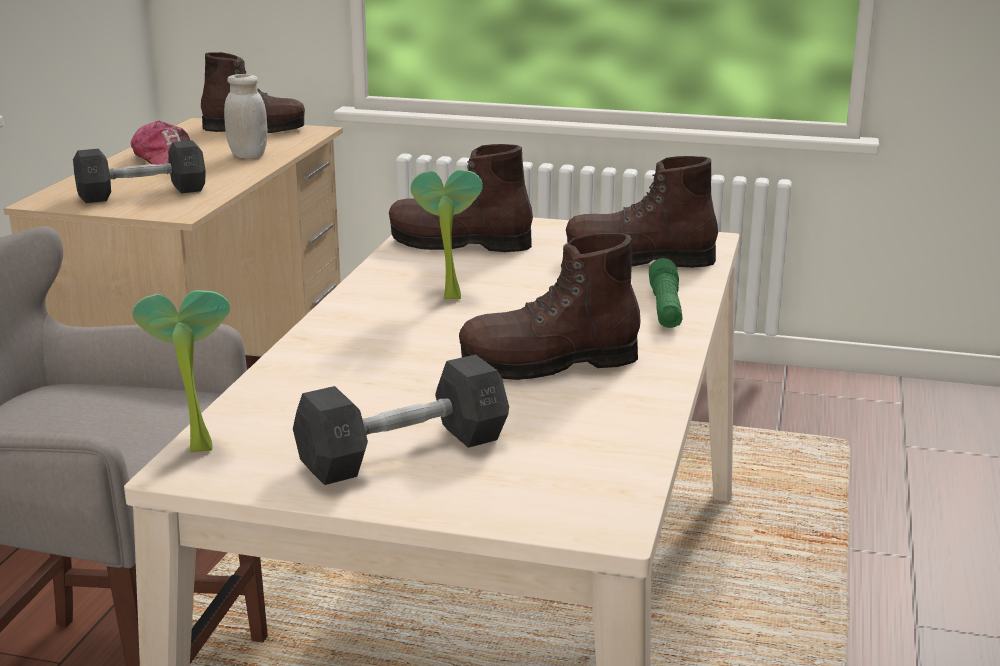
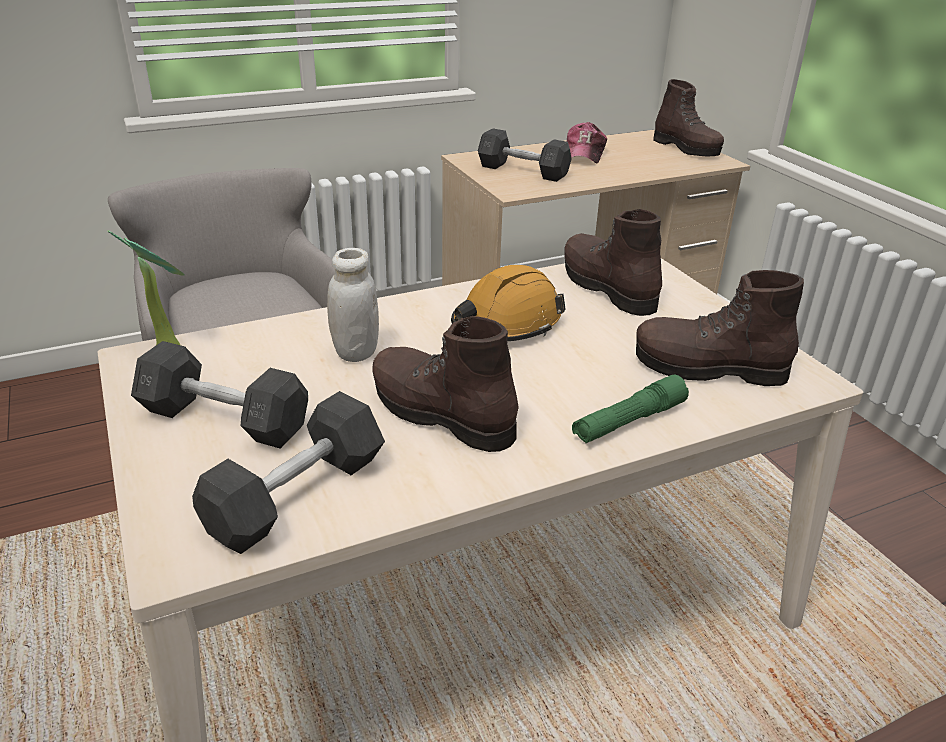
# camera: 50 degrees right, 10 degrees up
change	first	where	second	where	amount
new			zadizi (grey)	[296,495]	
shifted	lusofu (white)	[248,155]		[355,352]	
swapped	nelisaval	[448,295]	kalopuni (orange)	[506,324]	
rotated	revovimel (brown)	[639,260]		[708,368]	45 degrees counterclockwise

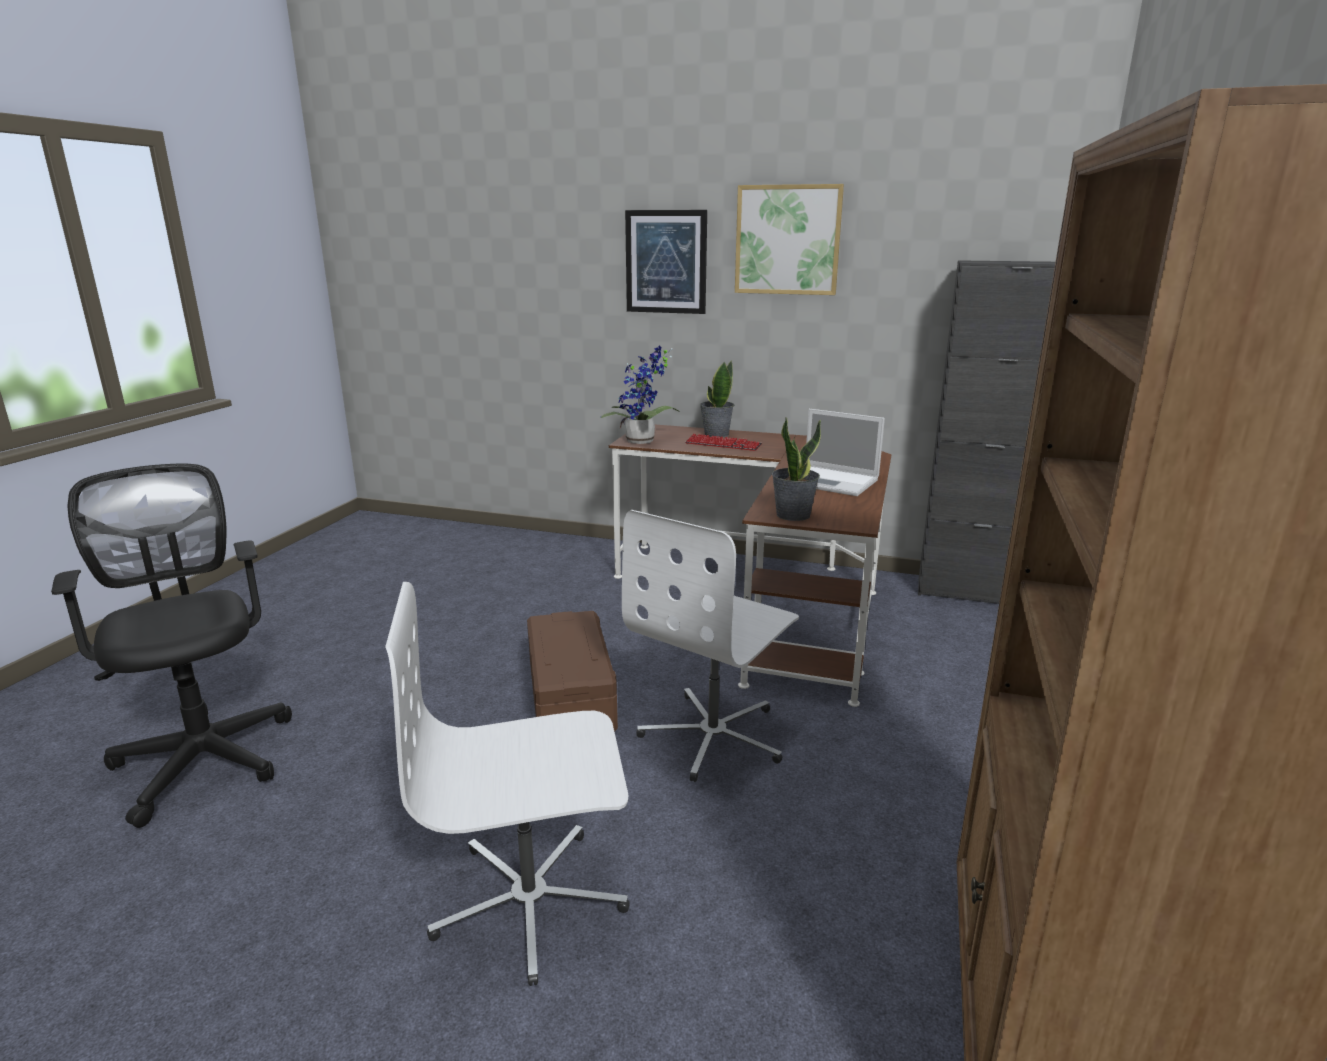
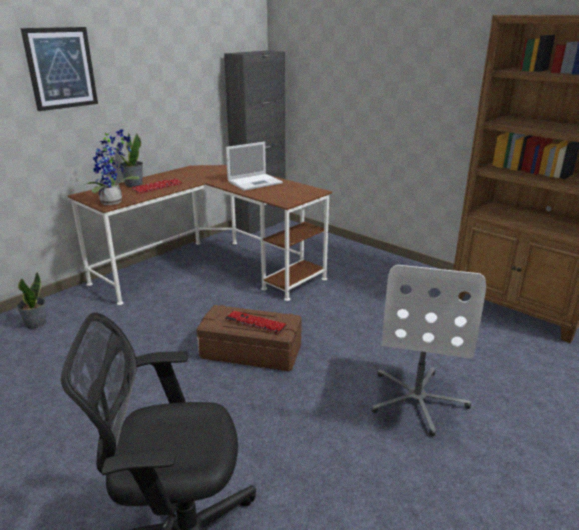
# camera: 65 degrees left, 5 degrees up
change	first	where	second	where	amount
gone	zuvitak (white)	[714,736]			
gone	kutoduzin	[787,240]			
new			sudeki	[255,323]	
shifted	nelisaval	[792,515]		[35,323]	

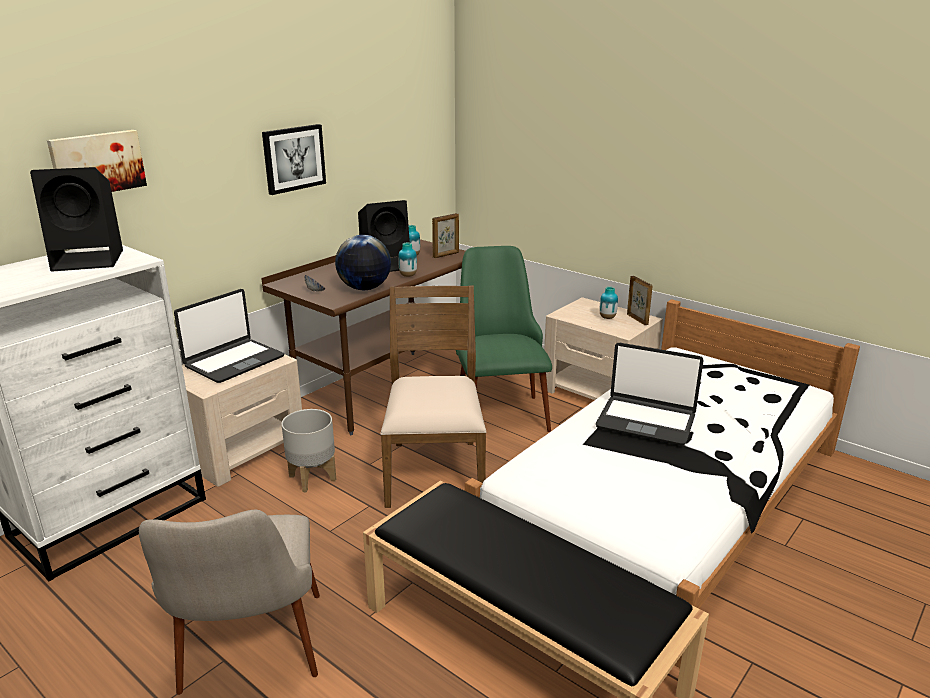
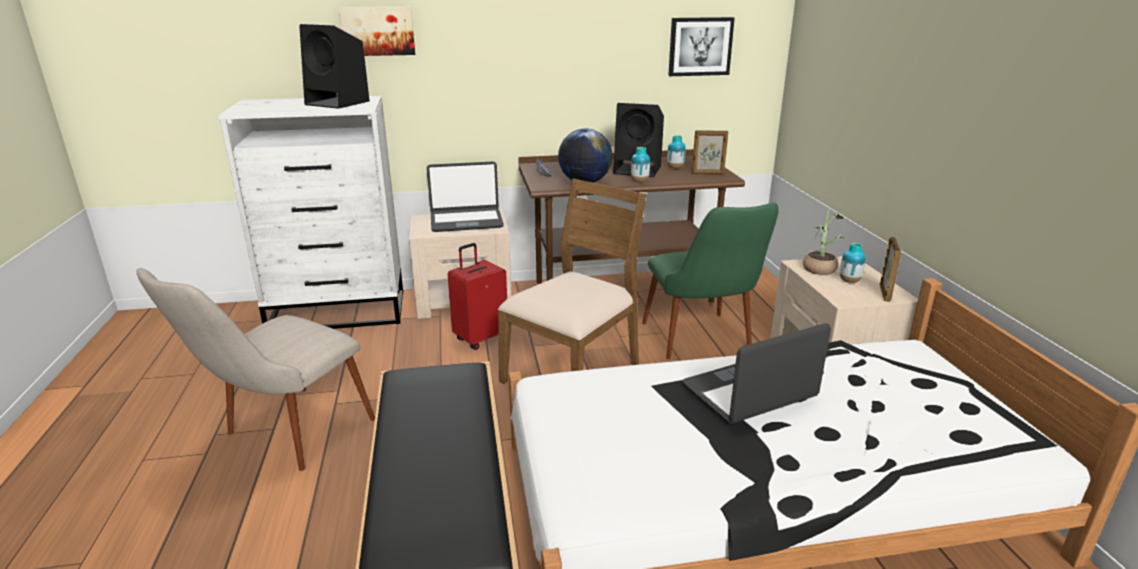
# camera: 40 degrees right, 0 degrees up
change	first	where	second	where	amount
new			nelisaval	[820,268]	
shifted	kutoduzin	[293,158]		[700,46]	
swapped	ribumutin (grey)	[312,478]	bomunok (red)	[480,338]	
rotated	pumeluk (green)	[498,407]		[702,344]	135 degrees clockwise
rotated	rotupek	[646,421]		[749,393]	90 degrees clockwise

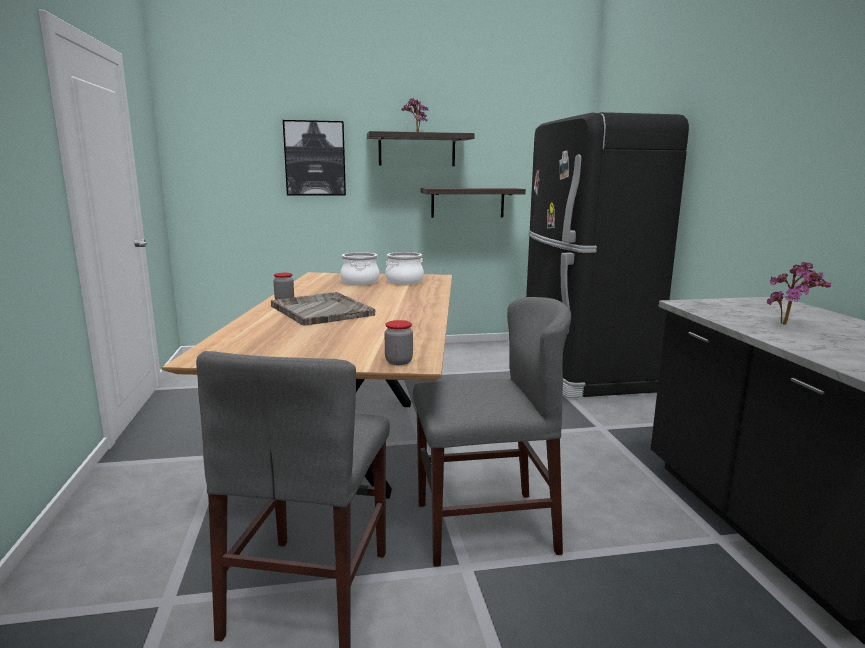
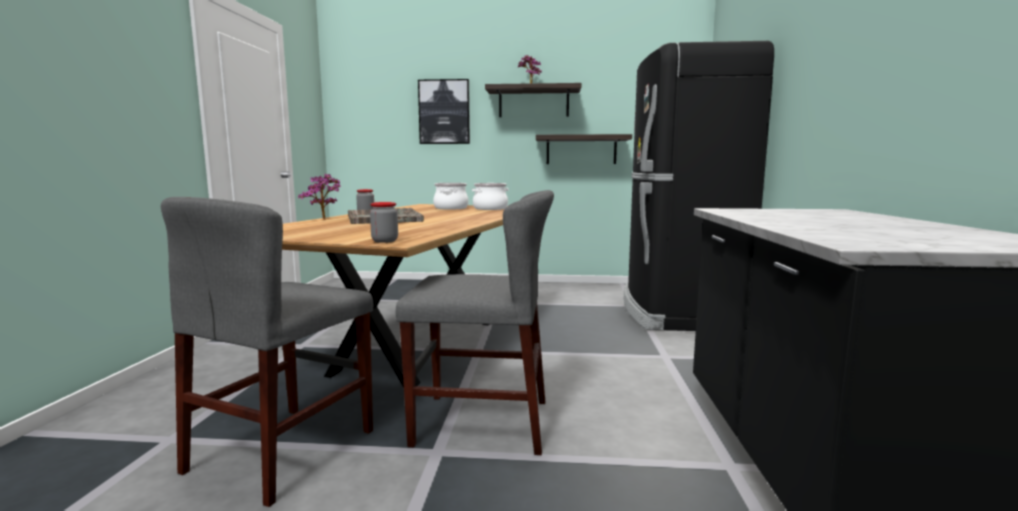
# camera: 15 degrees right, 5 degrees down
change	first	where	second	where	amount
shifted	nelisaval	[789,325]		[325,220]	

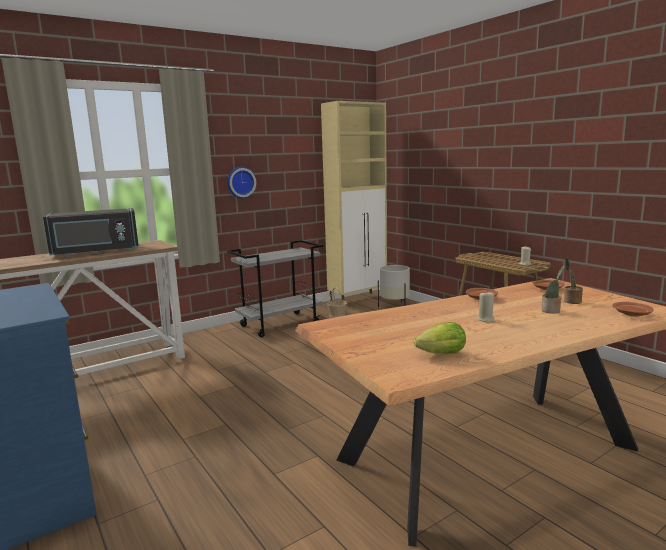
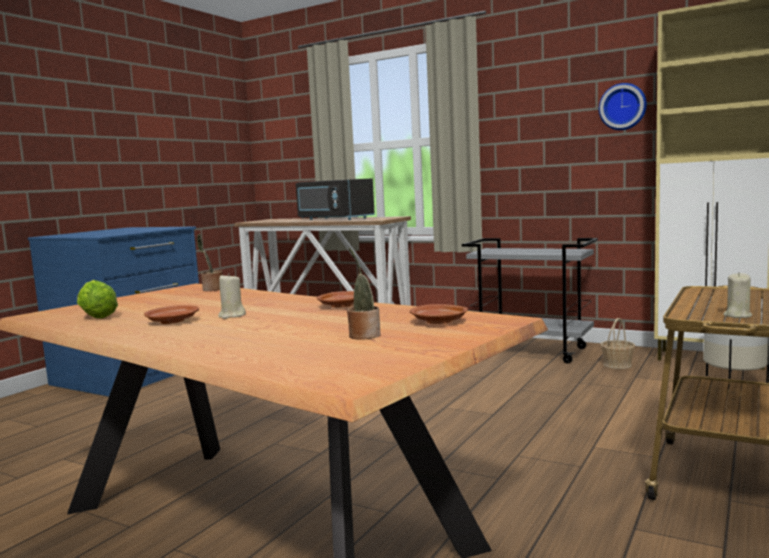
# camera: 65 degrees right, 5 degrees down
change	first	where	second	where	amount
shifted	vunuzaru	[240,182]		[623,107]	
shifted	nelisaval	[551,311]		[211,289]	
shifted	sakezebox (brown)	[631,314]		[172,321]	

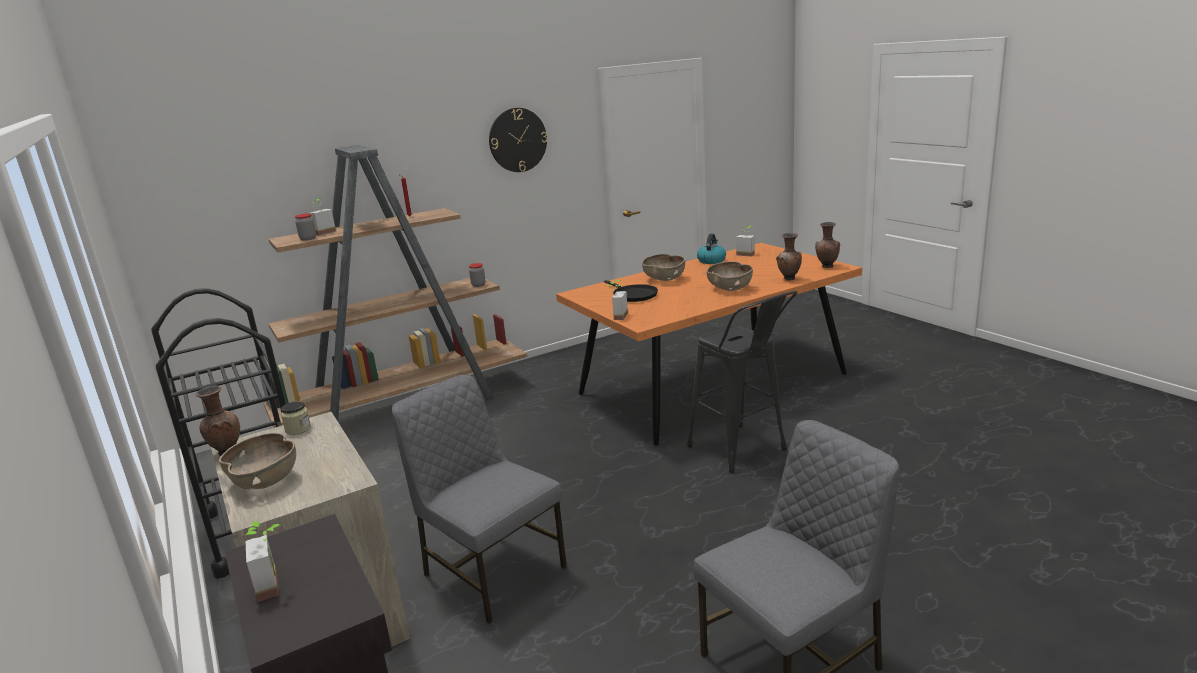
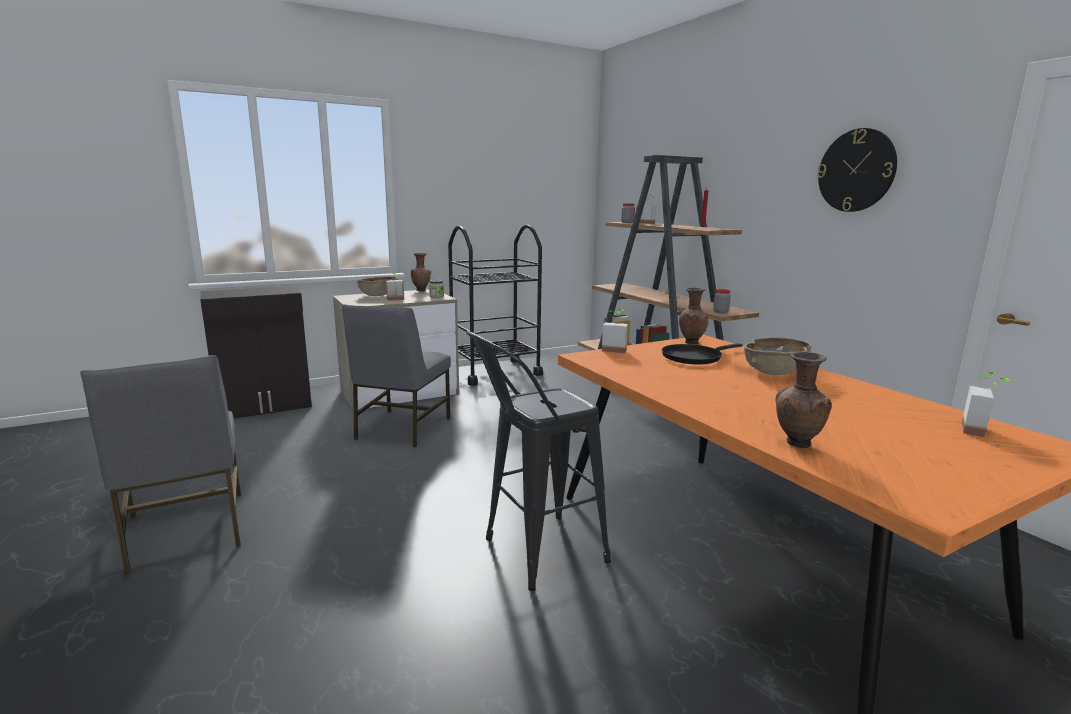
# camera: 90 degrees right, 5 degrees down
change	first	where	second	where	amount
gone	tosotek	[711,260]			
gone	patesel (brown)	[730,288]			
shifted	nelisaval	[276,584]		[396,300]	
shifted	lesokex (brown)	[826,267]		[691,342]	
rotated	pumeluk (grey)	[491,571]		[401,428]	150 degrees clockwise

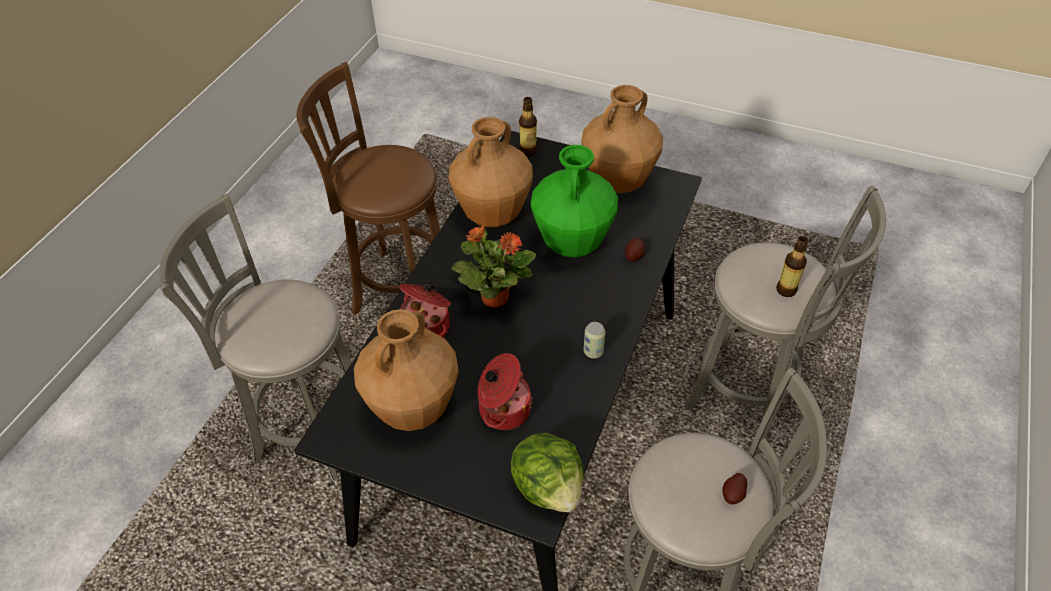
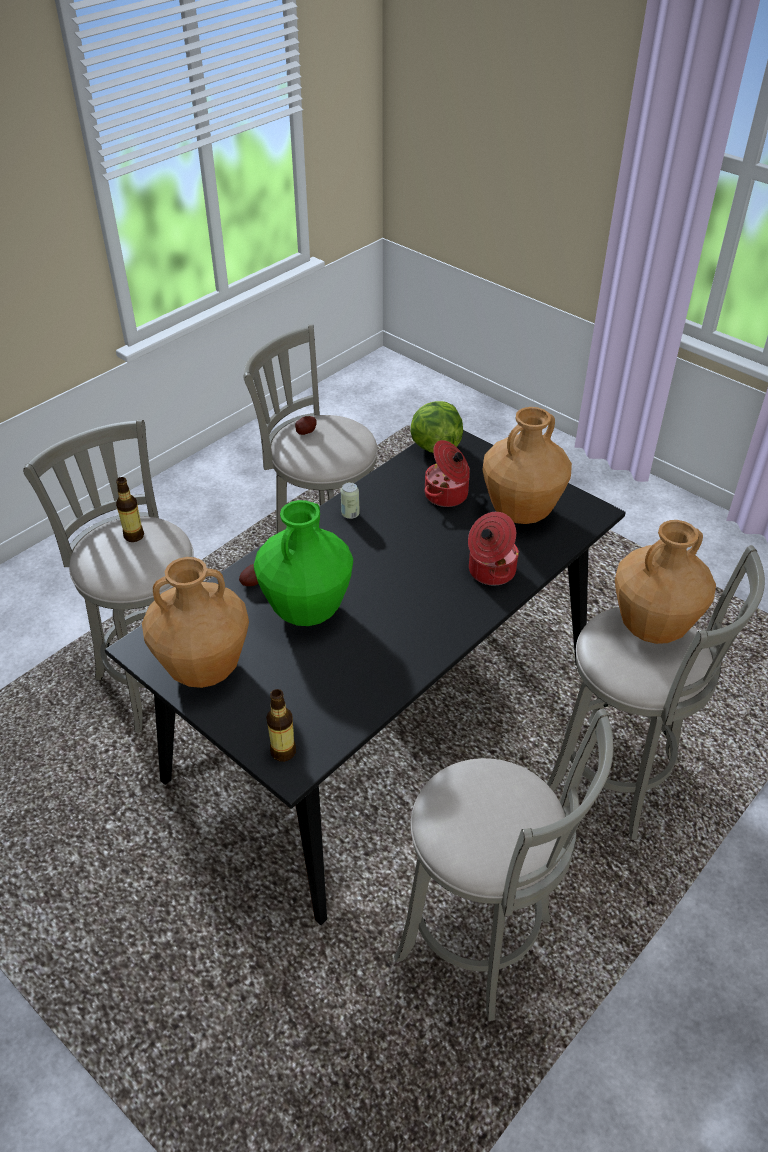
# camera: 160 degrees left, 5 degrees down
change	first	where	second	where	amount
gone	nelisaval	[494,297]			
shifted	lesokex (brown)	[492,215]		[653,628]	
repainted	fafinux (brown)	[397,288]	fafinux (grey)	[481,944]	

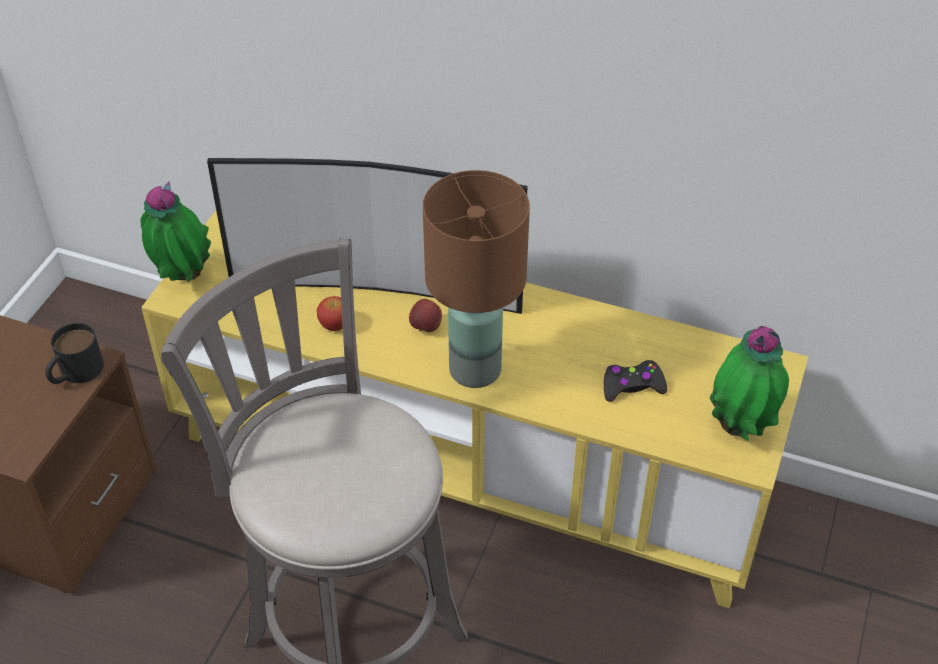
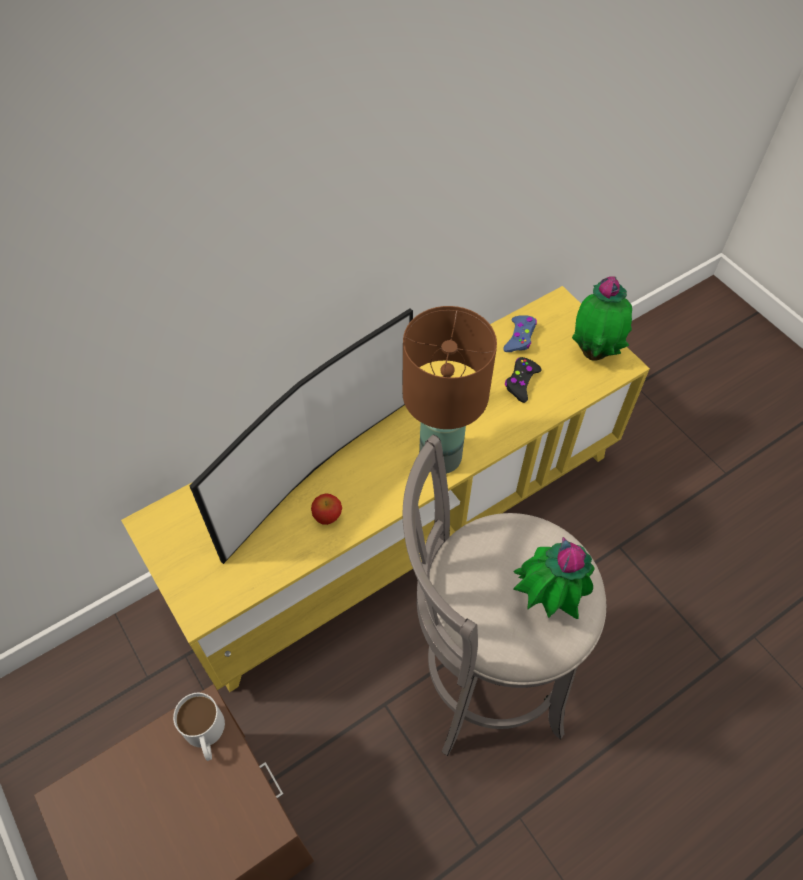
# camera: 55 degrees left, 10 degrees up
change	first	where	second	where	amount
gone	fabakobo	[426,327]			
new			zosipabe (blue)	[520,337]	
shifted	nelisaval	[182,278]		[545,603]	
repainted	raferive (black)	[75,372]	raferive (white)	[205,734]	

